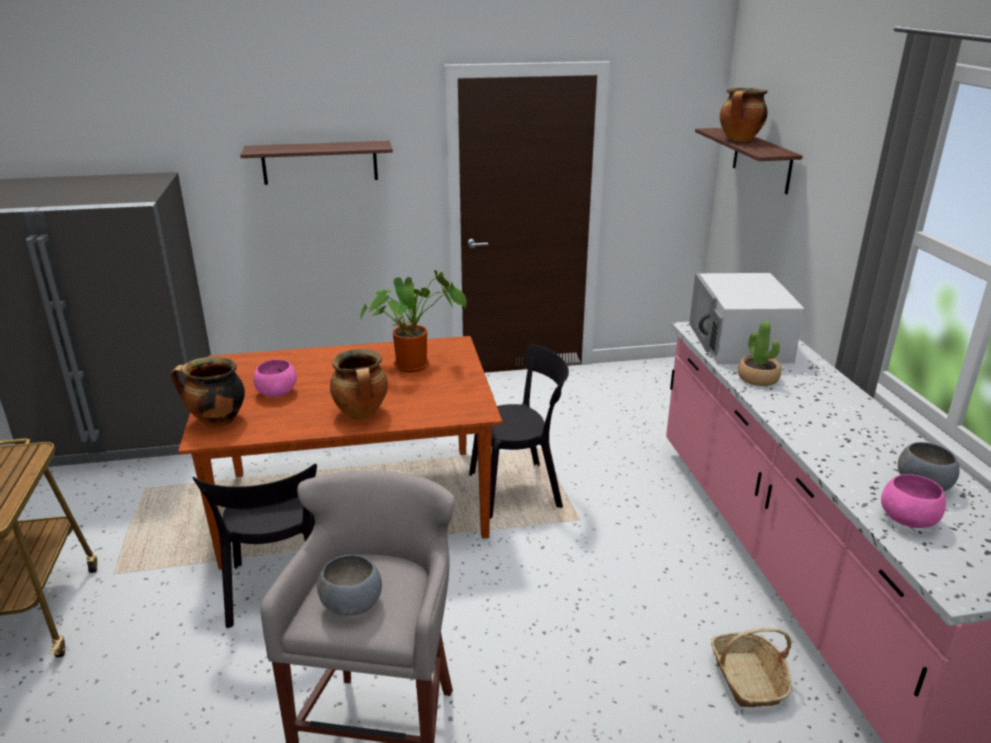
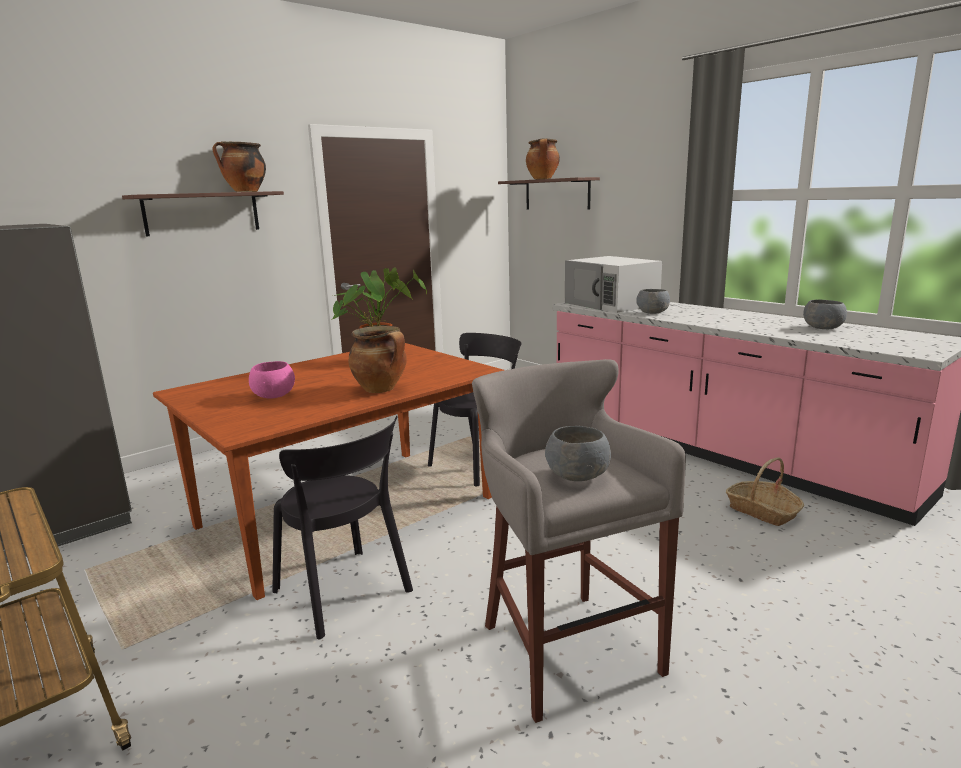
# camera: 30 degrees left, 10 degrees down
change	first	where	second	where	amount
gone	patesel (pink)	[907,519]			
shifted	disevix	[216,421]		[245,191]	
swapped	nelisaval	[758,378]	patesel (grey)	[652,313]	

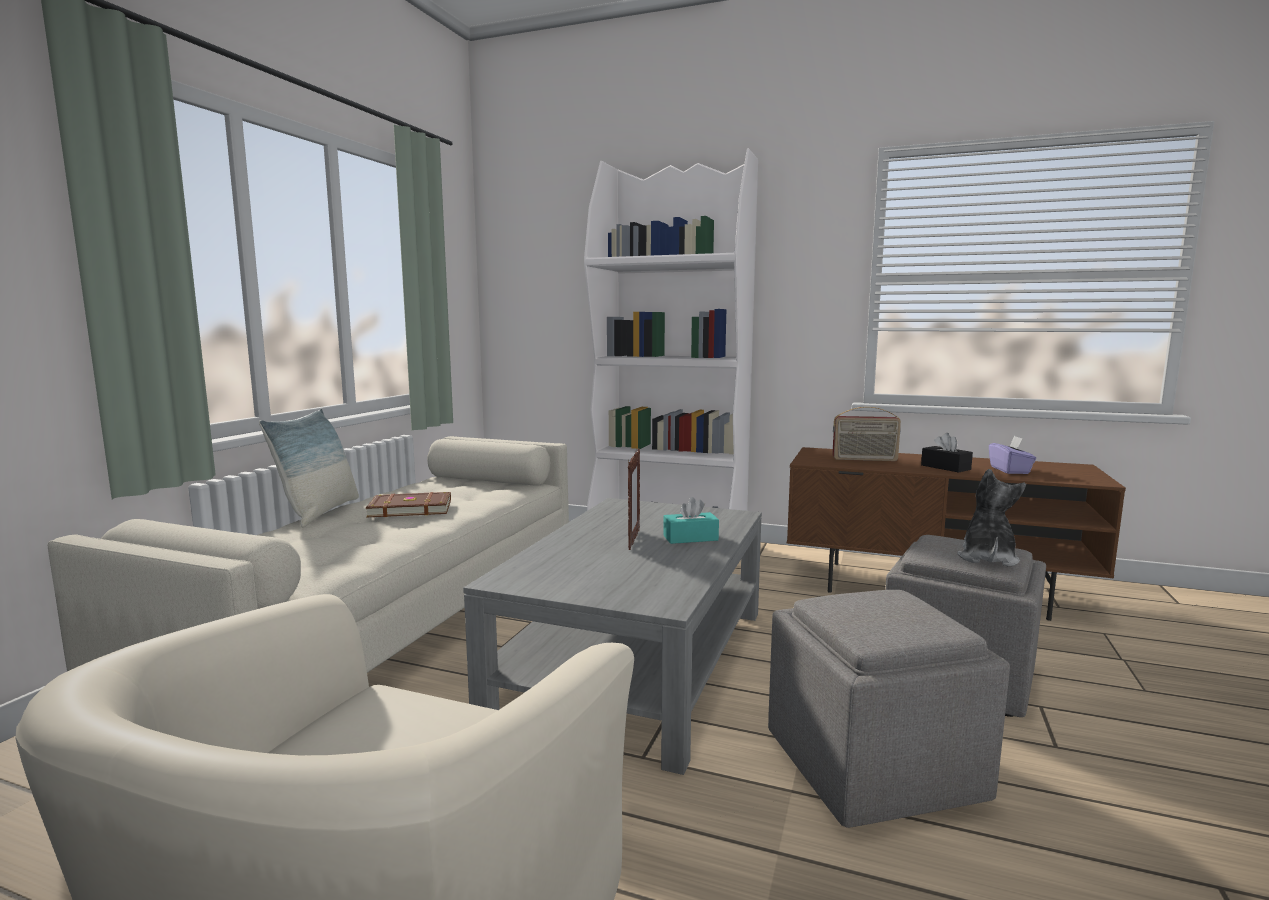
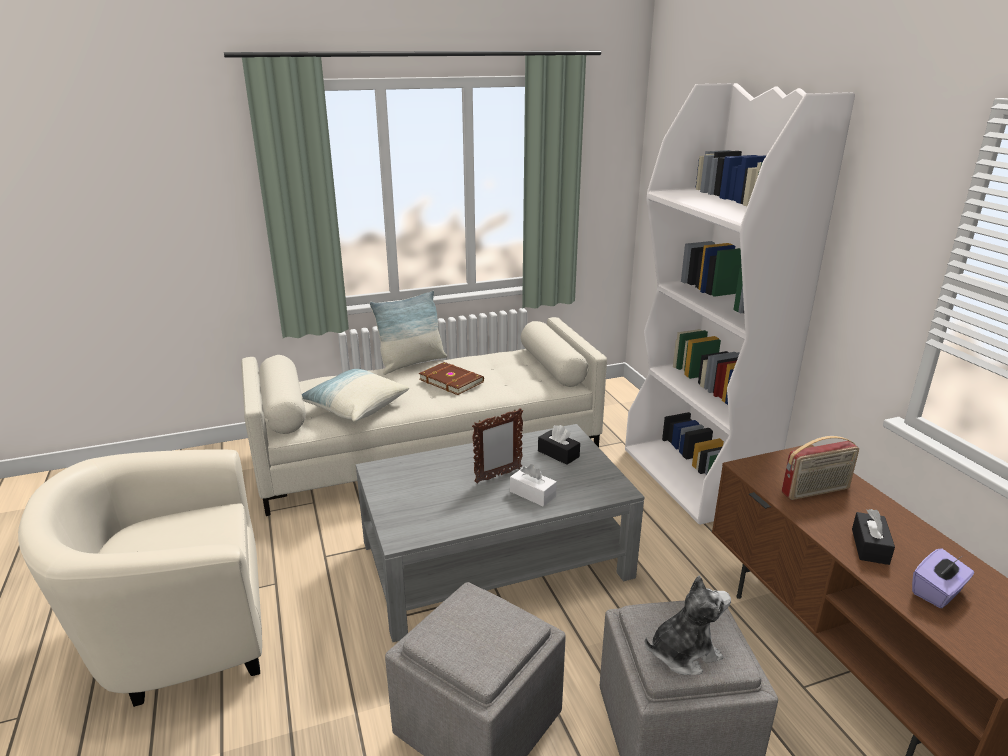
# camera: 50 degrees right, 15 degrees up
change	first	where	second	where	amount
new			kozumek	[354,407]	
new			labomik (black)	[558,454]	
repainted	labomik (turquoise)	[690,538]	labomik (white)	[532,494]	
rotated	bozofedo	[864,459]		[816,491]	75 degrees counterclockwise

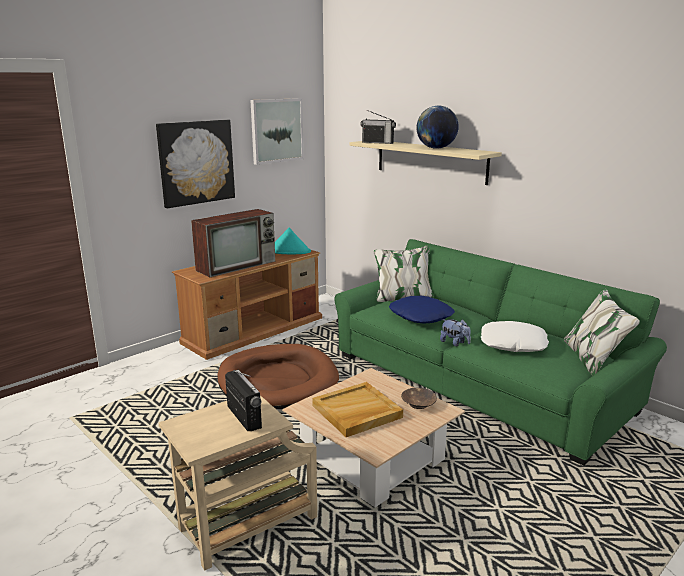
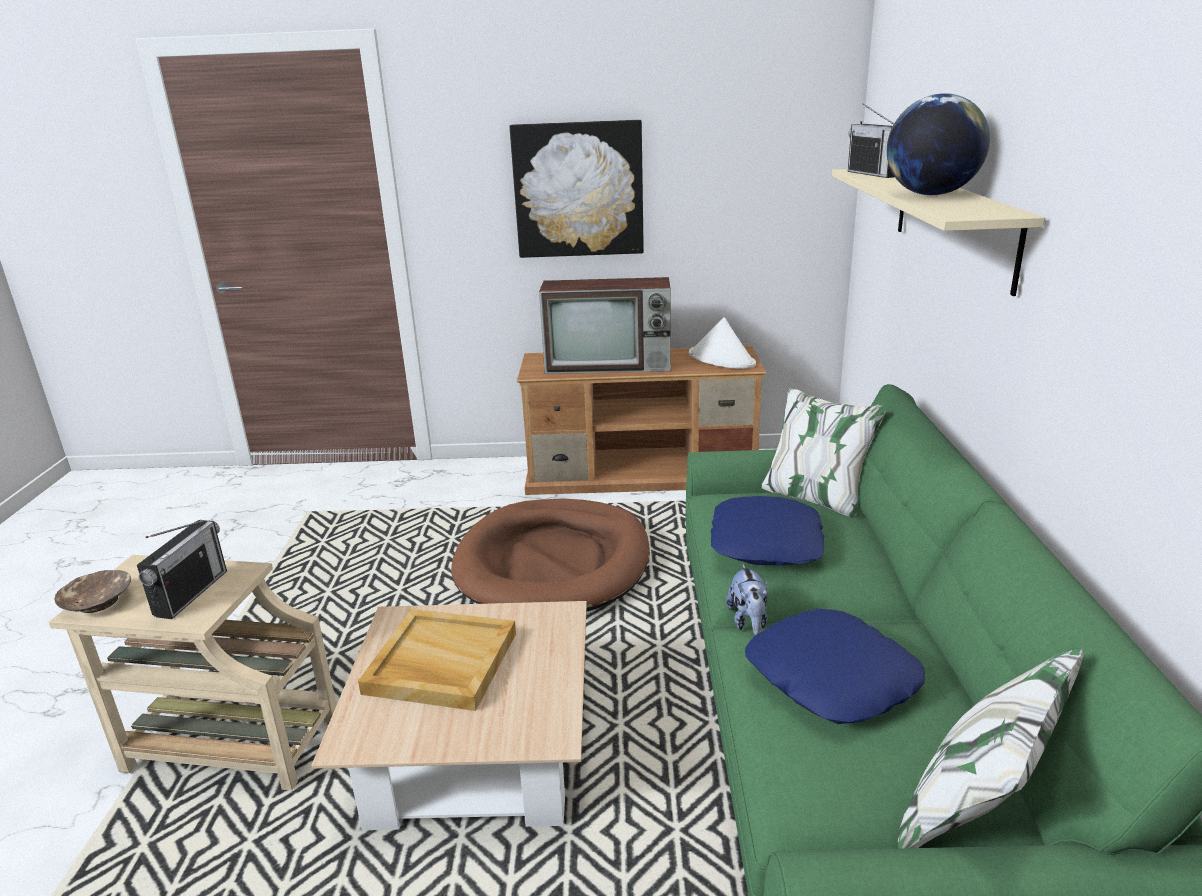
# camera: 45 degrees right, 5 degrees up
change	first	where	second	where	amount
gone	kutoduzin	[276,130]			
shifted	patesel (brown)	[418,404]		[98,602]	
repainted	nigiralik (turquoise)	[289,251]	nigiralik (white)	[722,359]	
repainted	kozumek (white)	[513,344]	kozumek (blue)	[830,678]	

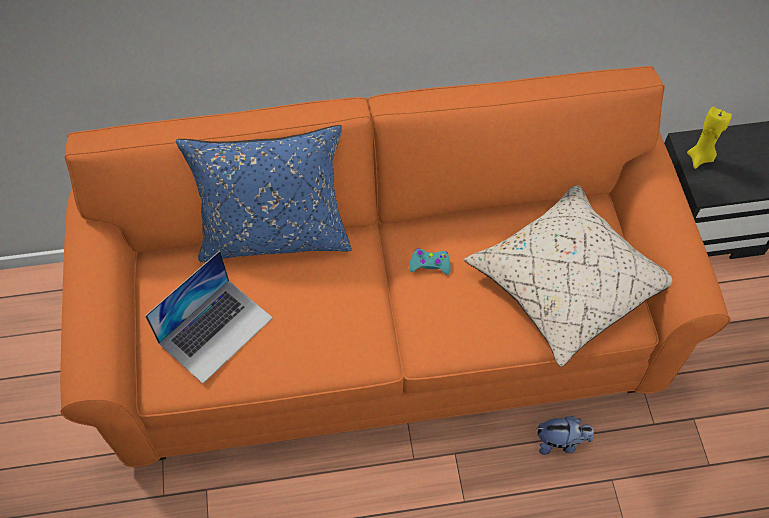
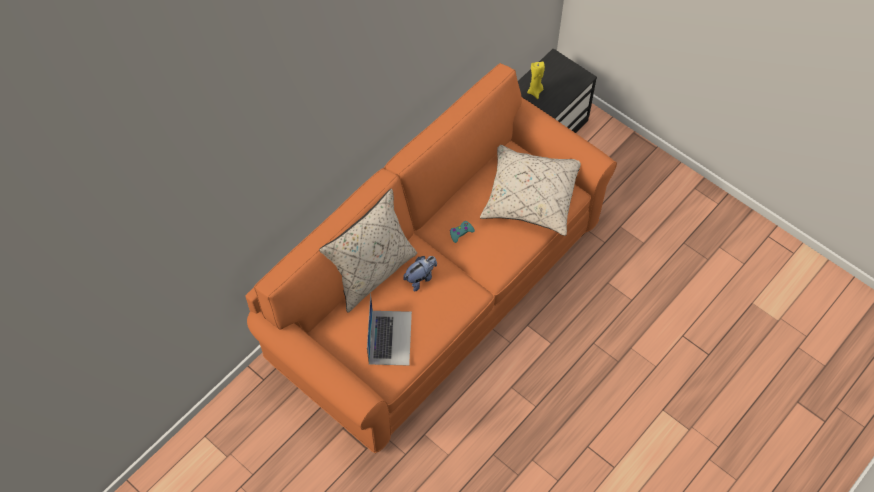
# camera: 40 degrees left, 0 degrees up
change	first	where	second	where	amount
shifted	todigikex	[560,442]		[420,278]	
repainted	kozumek (blue)	[274,235]	kozumek (beige)	[372,273]	

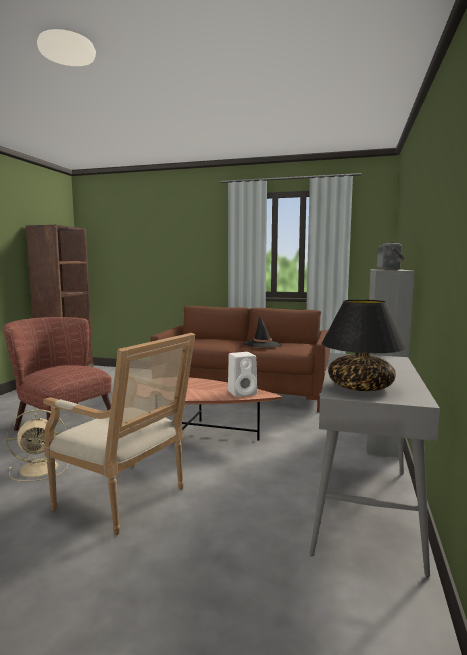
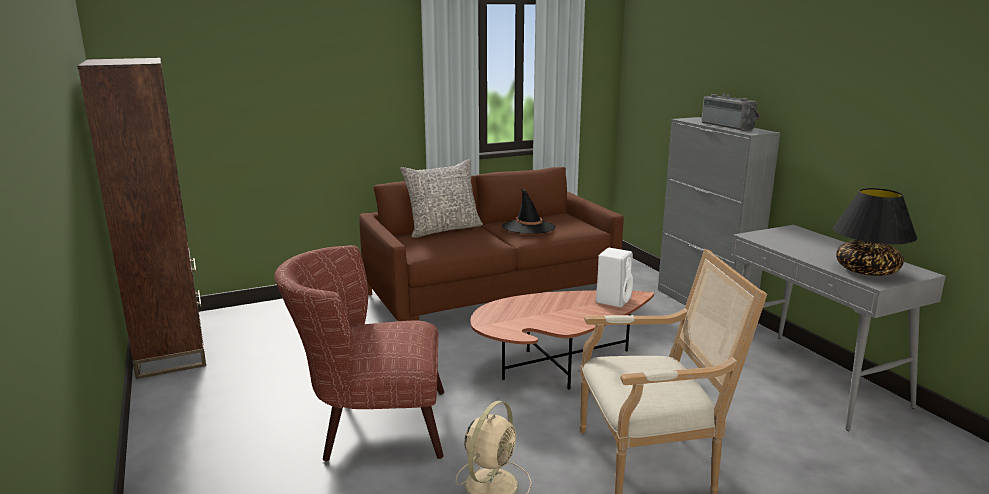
# camera: 40 degrees left, 10 degrees up
change	first	where	second	where	amount
new			kozumek (grey)	[443,229]	

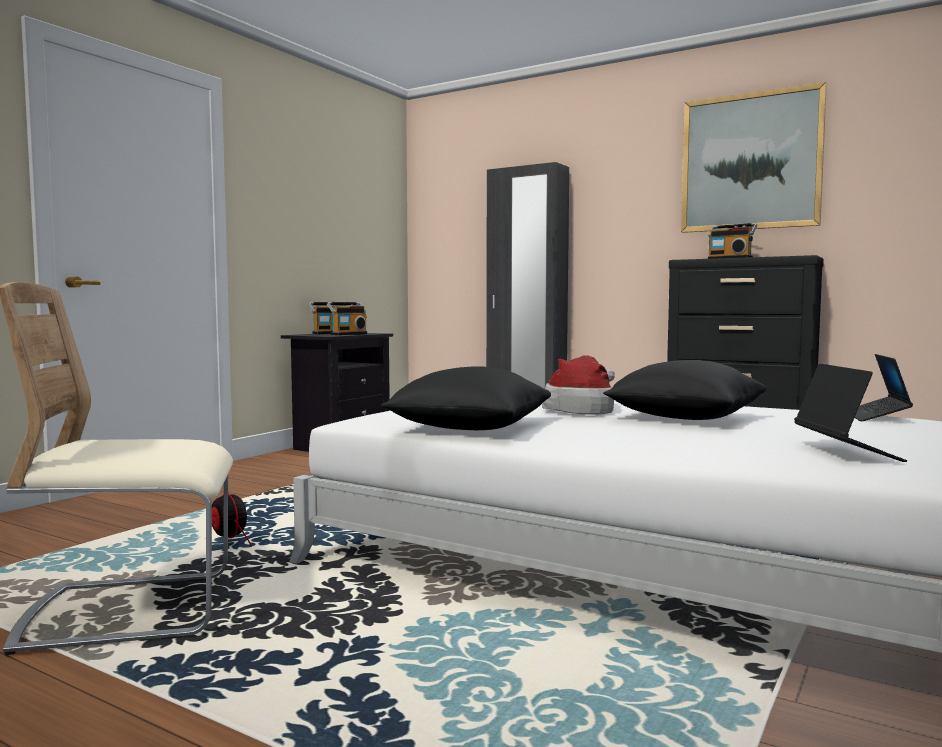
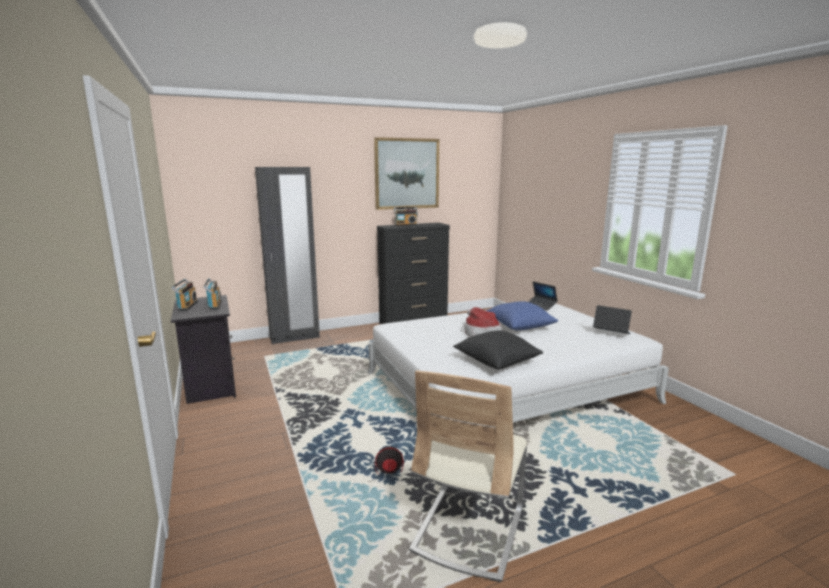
# camera: 55 degrees left, 10 degrees up
change	first	where	second	where	amount
repainted	kozumek (black)	[685,418]	kozumek (blue)	[519,326]	

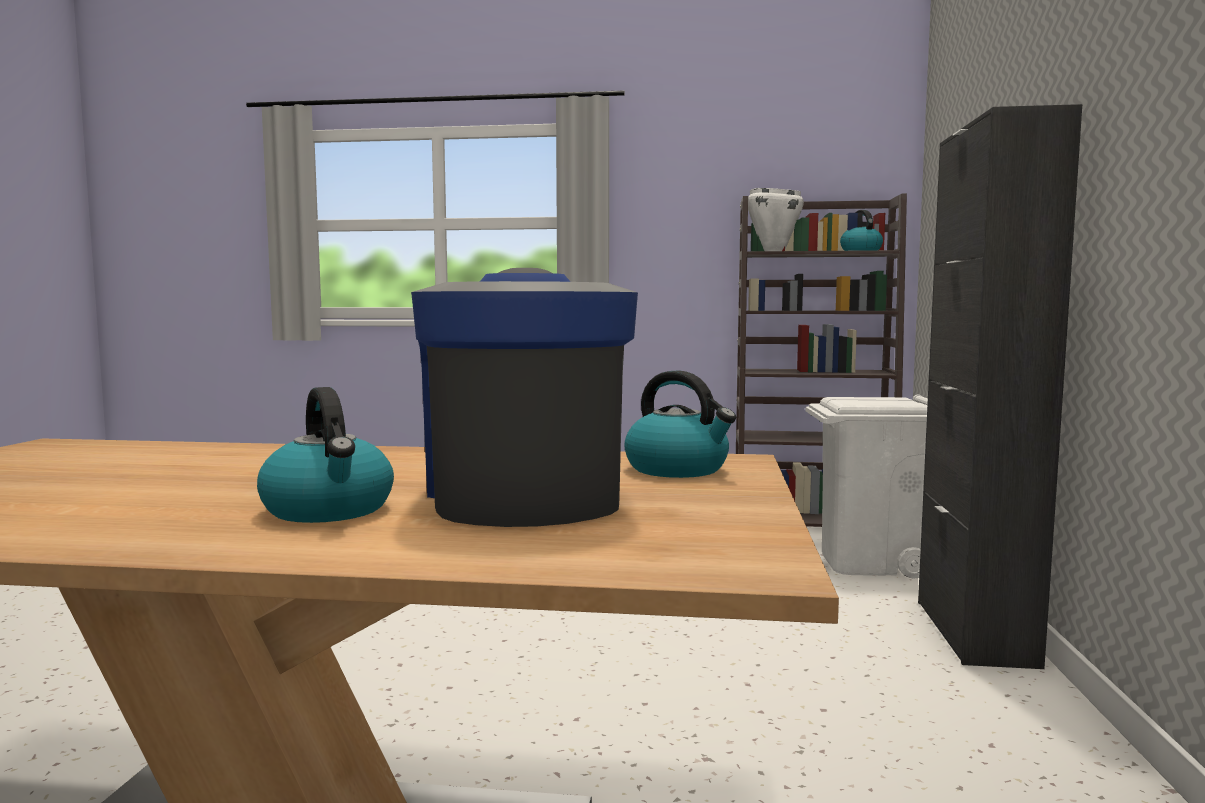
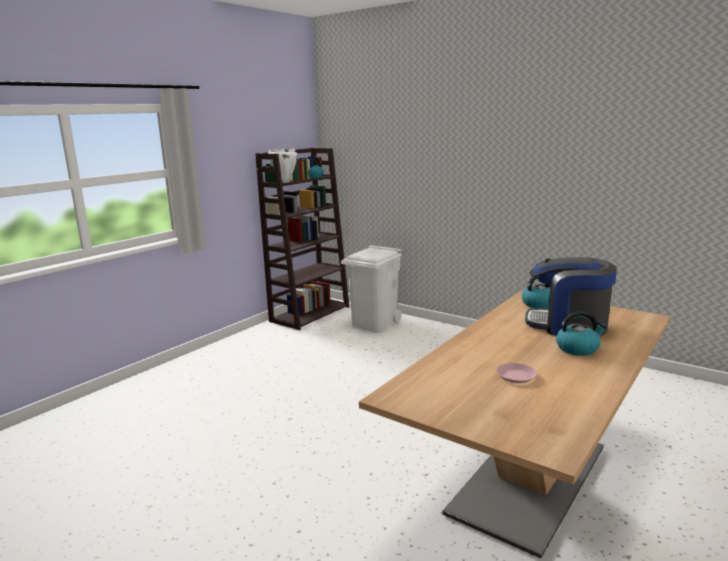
# camera: 60 degrees left, 10 degrees up
change	first	where	second	where	amount
gone	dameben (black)	[974,632]			
new			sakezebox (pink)	[515,376]	

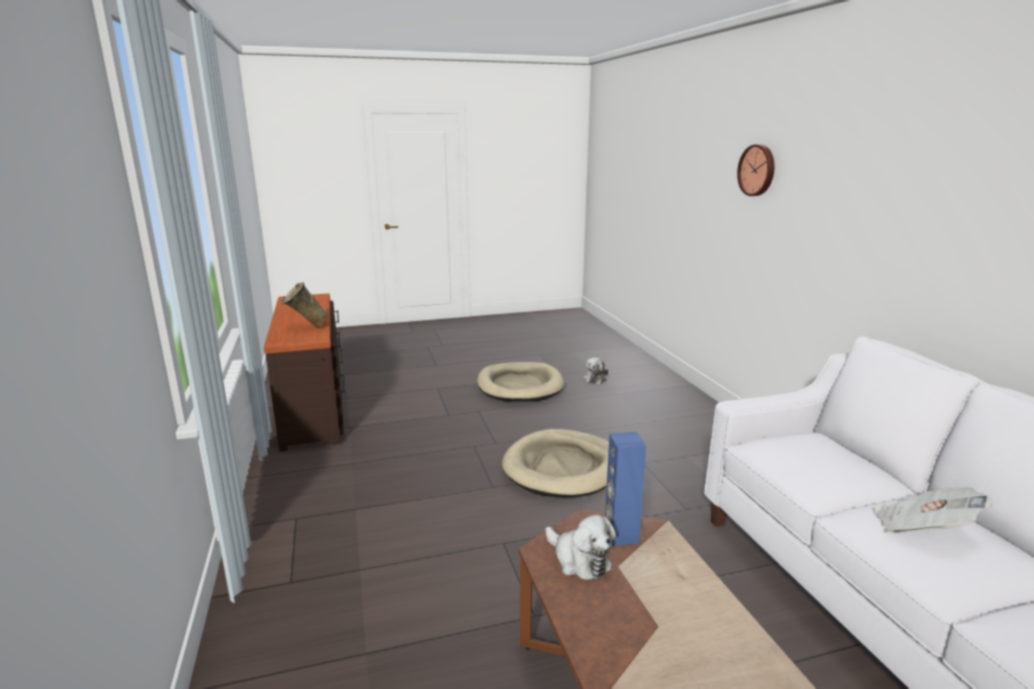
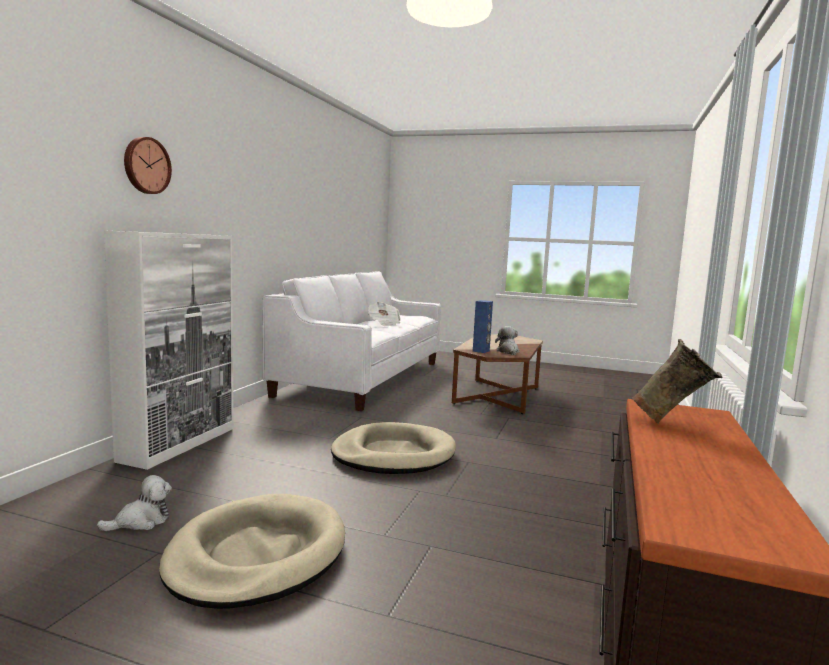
# camera: 145 degrees left, 10 degrees down
change	first	where	second	where	amount
new			dameben (white)	[179,444]	

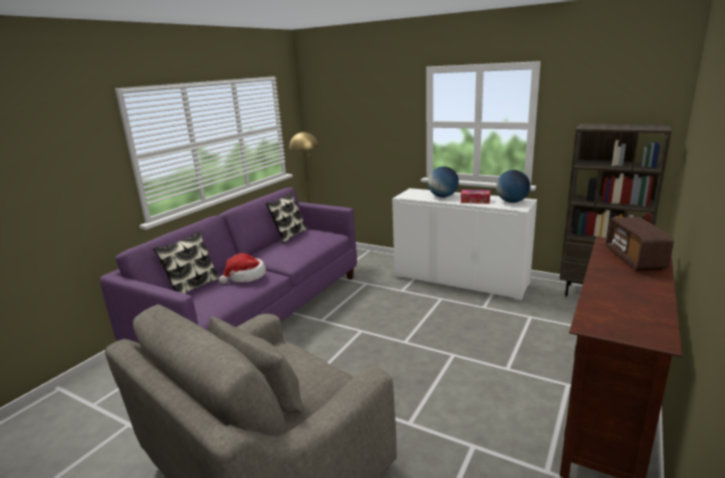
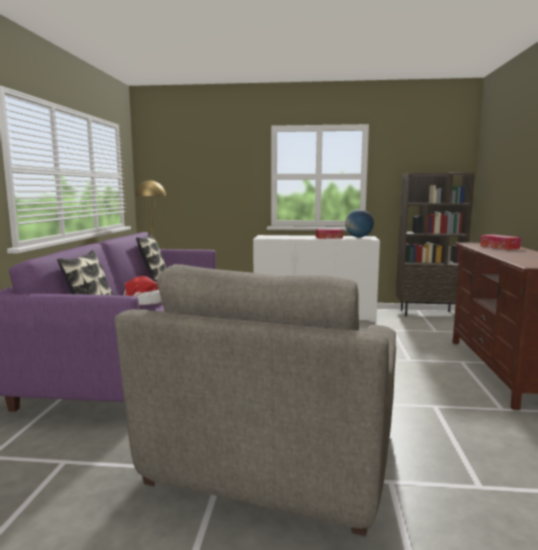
# camera: 25 degrees left, 10 degrees down
change	first	where	second	where	amount
gone	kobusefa	[443,196]			
swapped	bozofedo	[634,259]	labomik	[499,247]	

